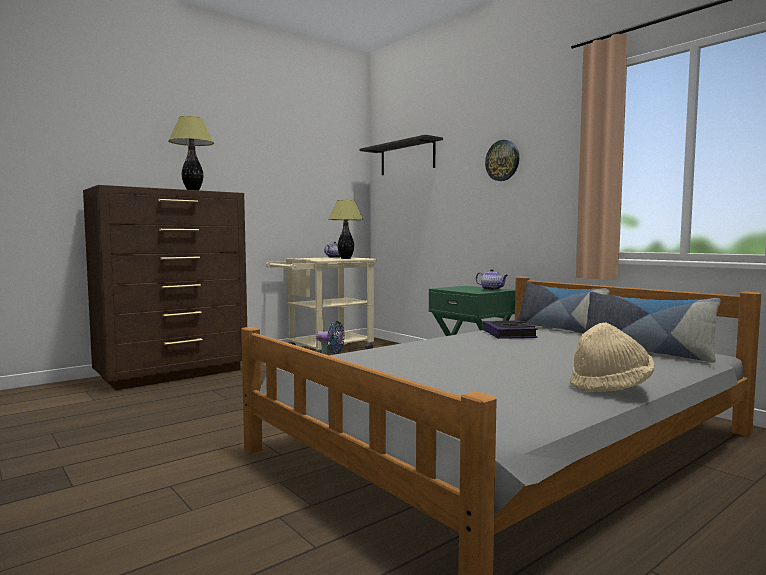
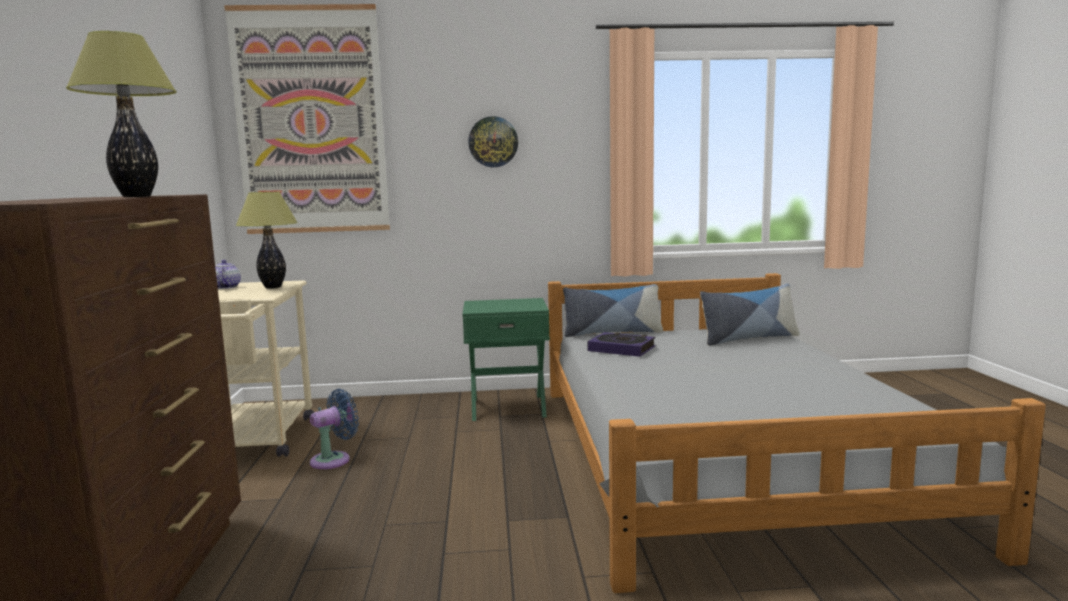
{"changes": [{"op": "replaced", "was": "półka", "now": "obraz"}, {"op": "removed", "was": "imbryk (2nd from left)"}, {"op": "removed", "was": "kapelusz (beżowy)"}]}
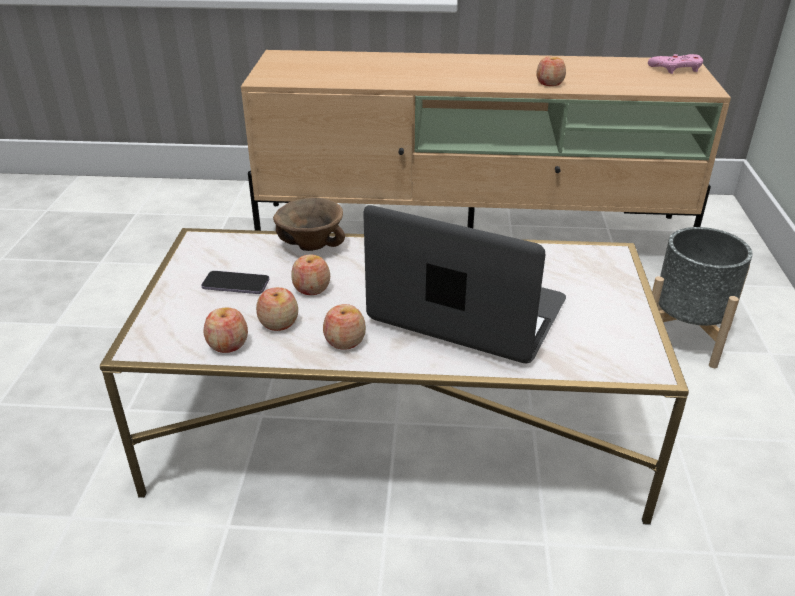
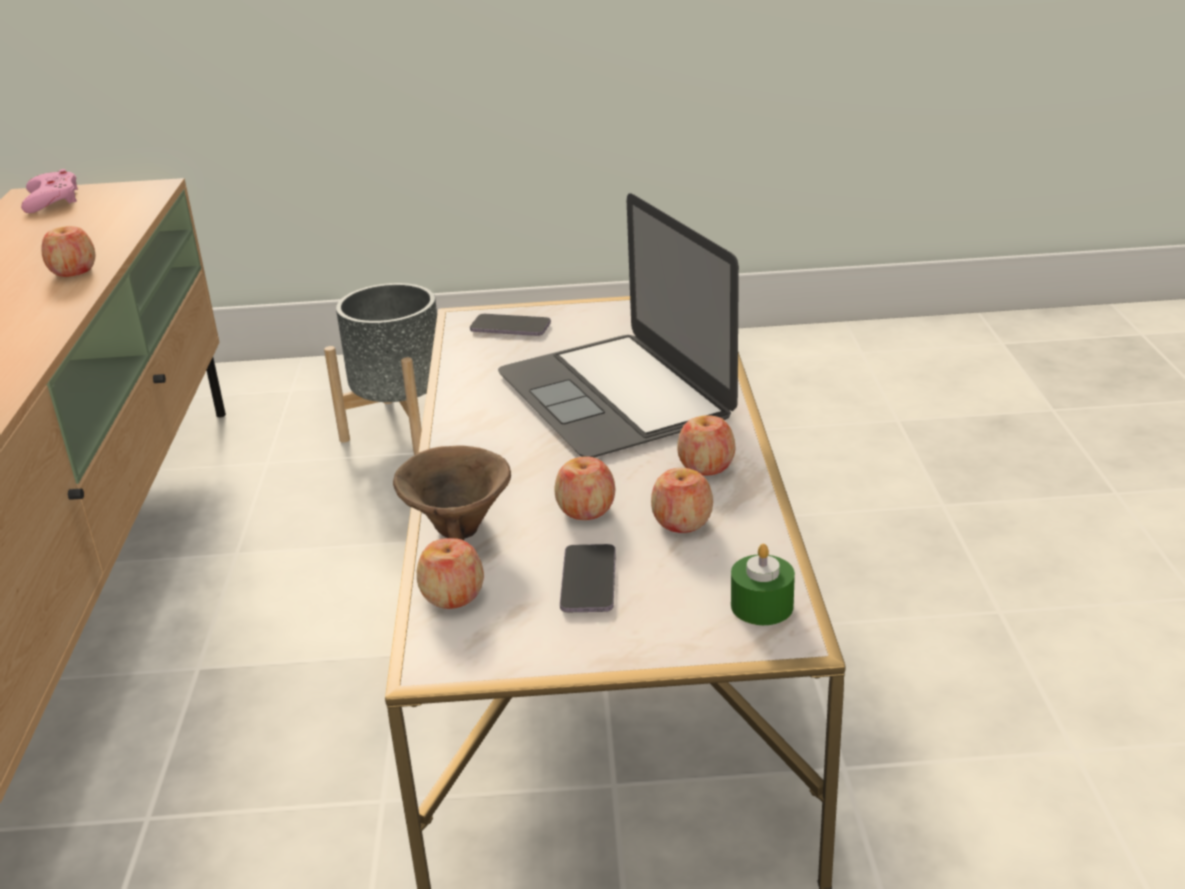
{"changes": [{"op": "moved", "was": "jabłko (1st from left in the first image)", "now": "jabłko (2nd from left)"}, {"op": "added", "now": "telefon (1st from left)"}, {"op": "turned", "was": "laptop", "clockwise": -45}, {"op": "added", "now": "świeca (zielony)"}]}
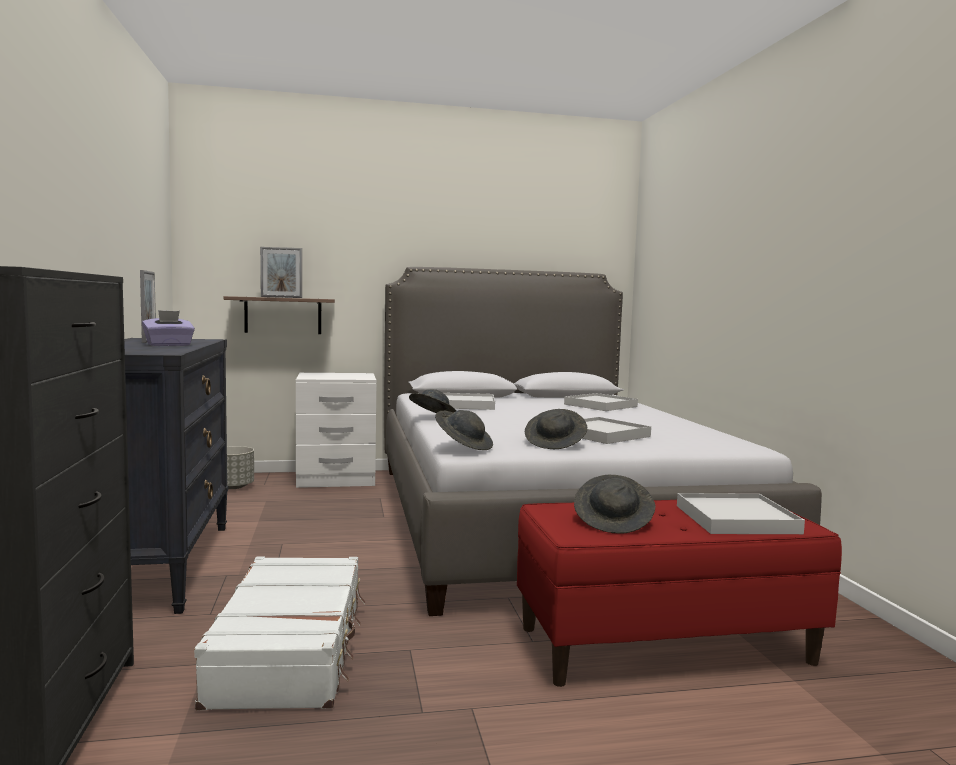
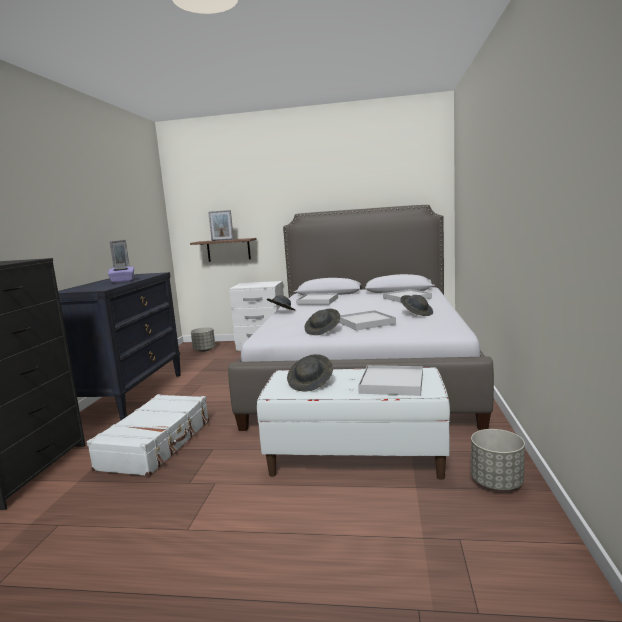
{"changes": [{"op": "recoloured", "was": "ławka (czerwony)", "now": "ławka (biały)"}, {"op": "moved", "was": "kapelusz (szary) (2nd from left in the first image)", "now": "kapelusz (szary) (4th from left)"}, {"op": "added", "now": "donica (szary) (2nd from left)"}]}
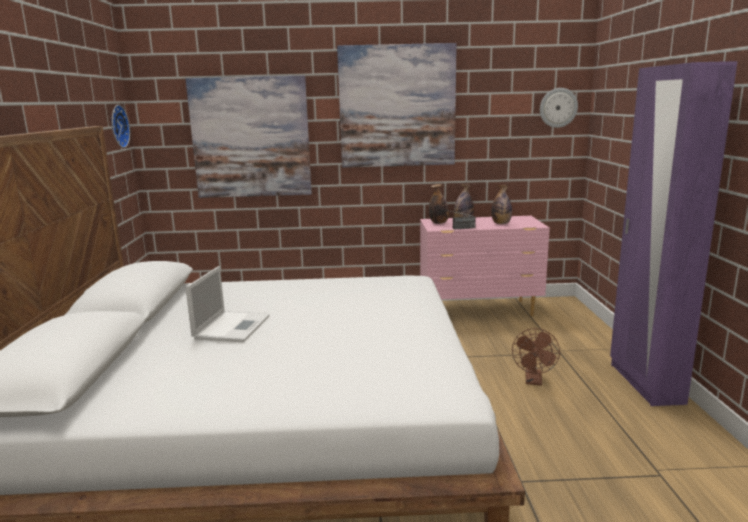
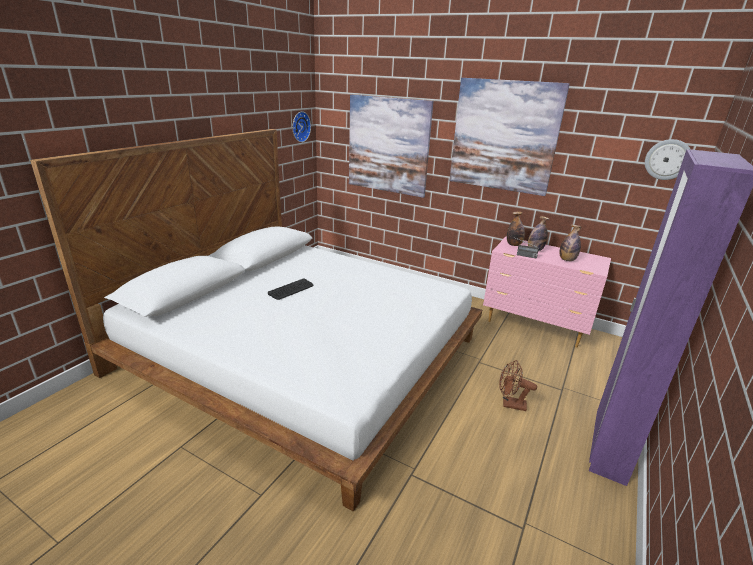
{"changes": [{"op": "replaced", "was": "laptop", "now": "klawiatura"}, {"op": "turned", "was": "wentylator (brązowy)", "clockwise": 60}]}
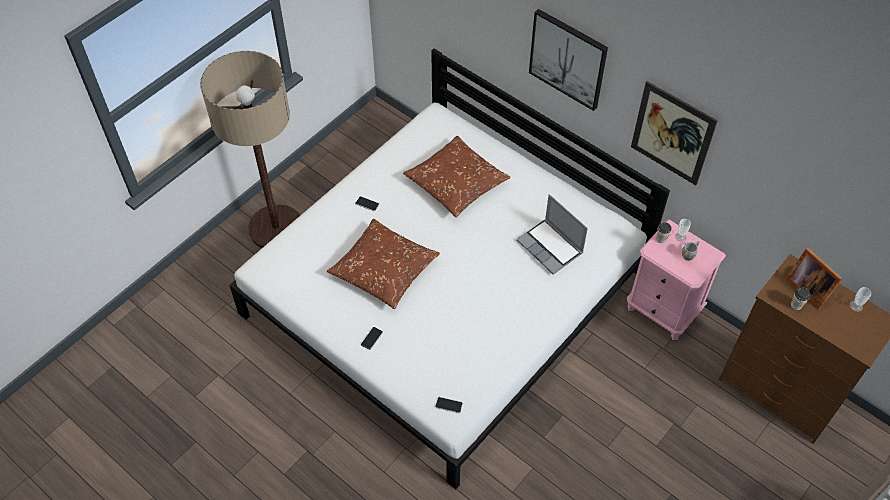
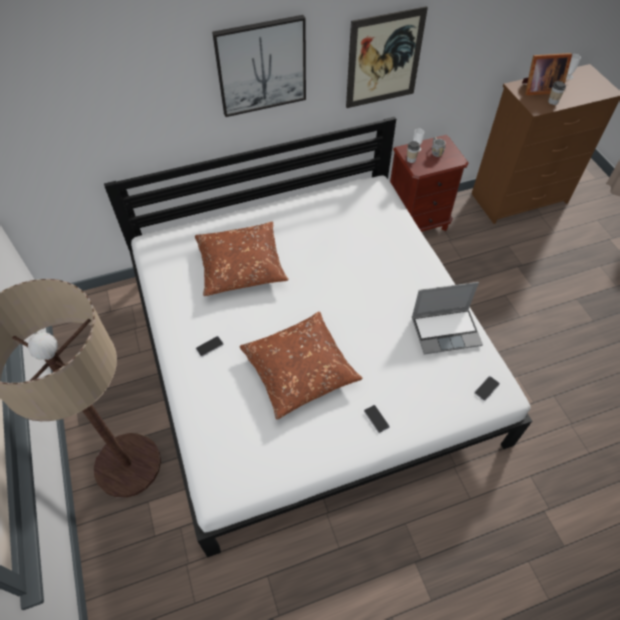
{"changes": [{"op": "recoloured", "was": "szafka nocna (różowy)", "now": "szafka nocna (brązowy)"}, {"op": "moved", "was": "laptop"}]}
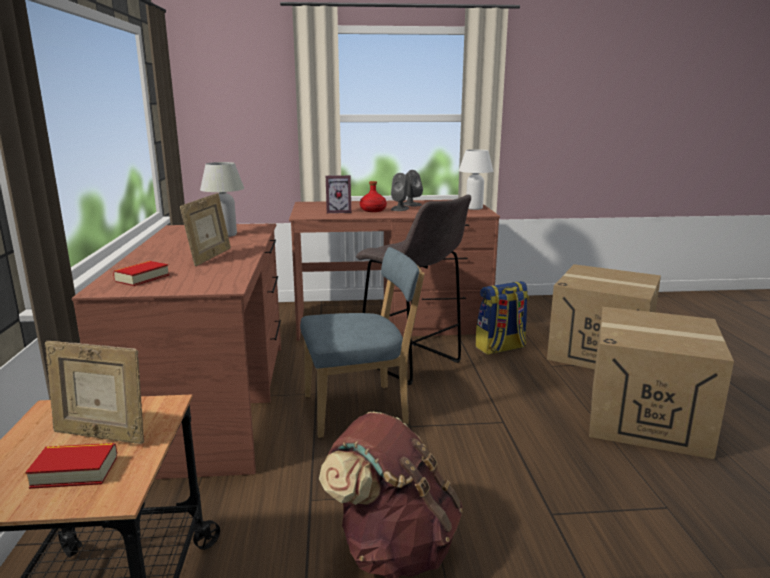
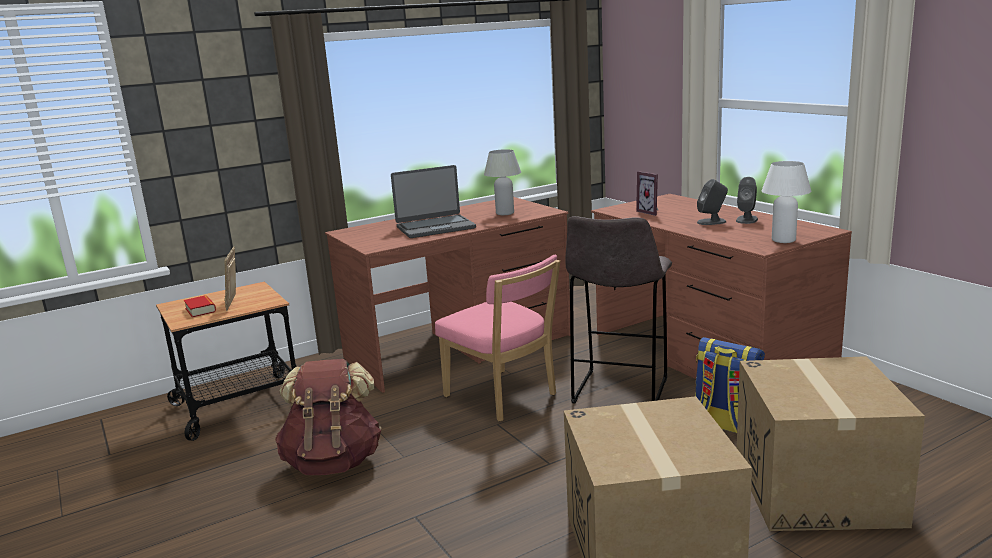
{"changes": [{"op": "replaced", "was": "ramka na zdjęcie (2nd from left)", "now": "laptop"}, {"op": "recoloured", "was": "krzesło (niebieski)", "now": "krzesło (różowy)"}, {"op": "removed", "was": "książka (2nd from left)"}, {"op": "removed", "was": "butelka (czerwony)"}]}
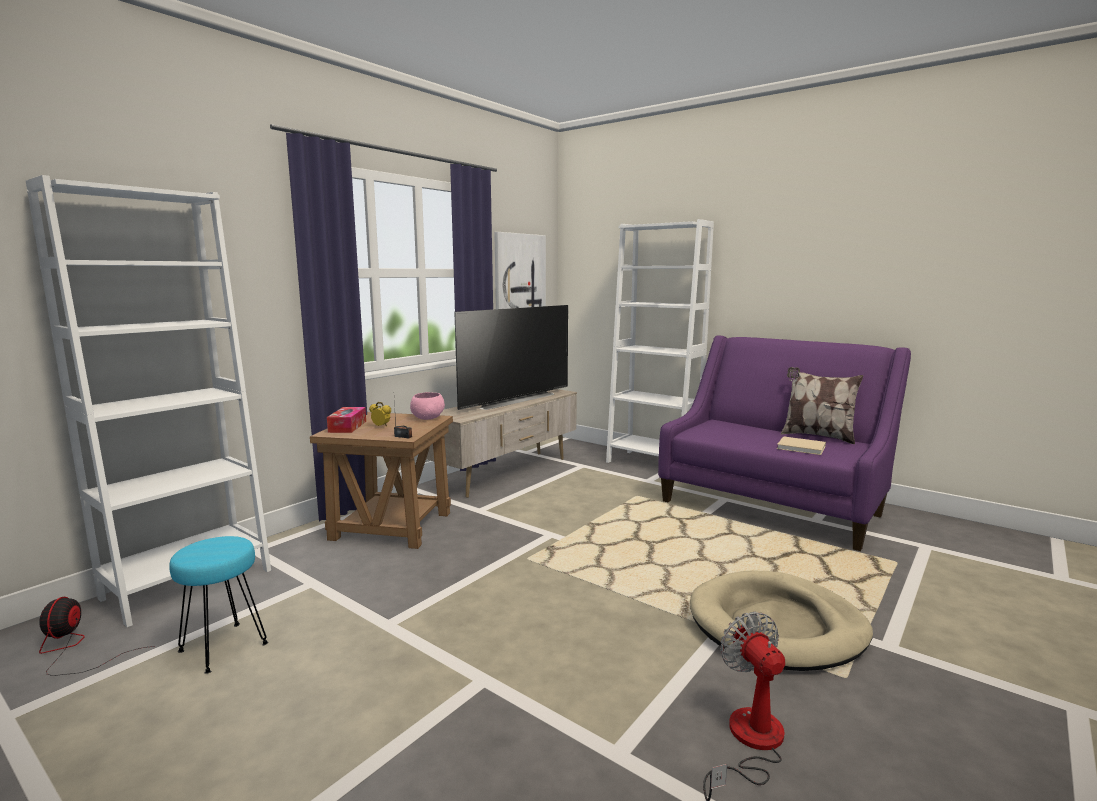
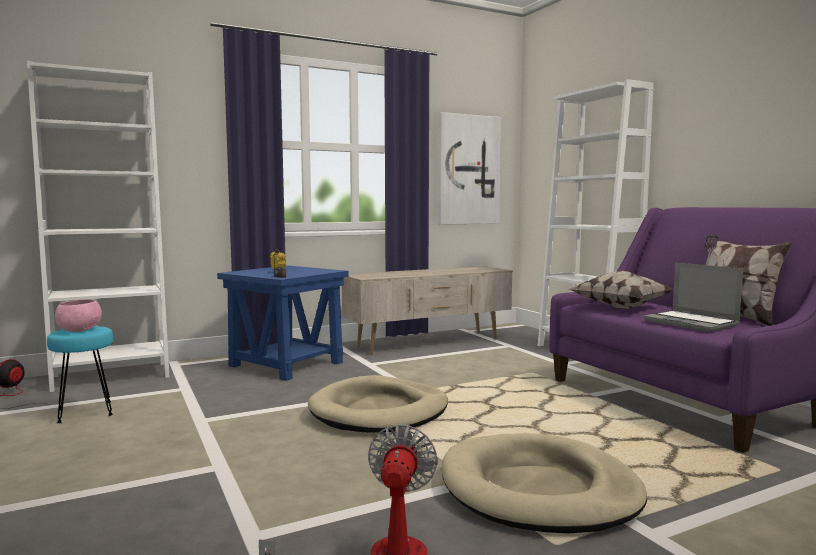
{"changes": [{"op": "moved", "was": "miska (różowy)"}, {"op": "recoloured", "was": "stolik (brązowy)", "now": "stolik (niebieski)"}, {"op": "added", "now": "legowisko (beżowy) (1st from left)"}, {"op": "added", "now": "poduszka (1st from left)"}, {"op": "replaced", "was": "książka (beżowy)", "now": "laptop"}, {"op": "removed", "was": "pudełko chusteczek"}, {"op": "removed", "was": "telewizor"}]}
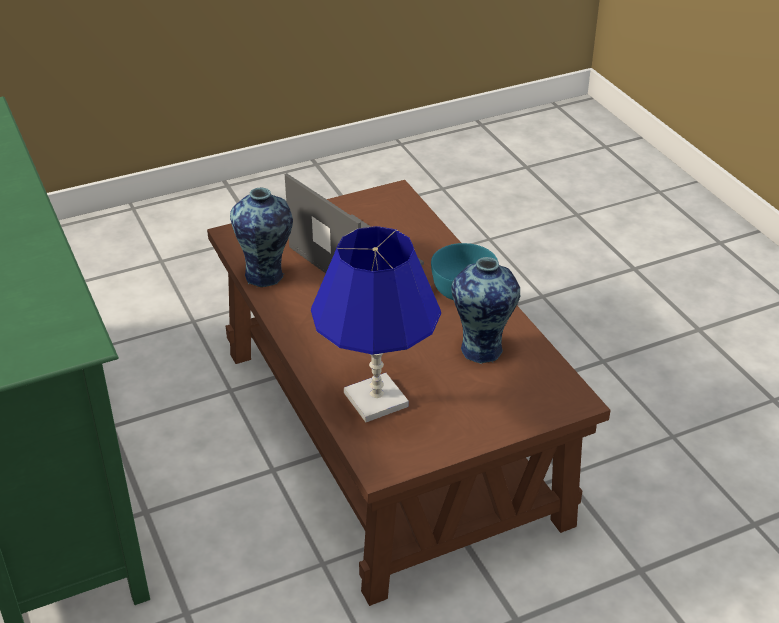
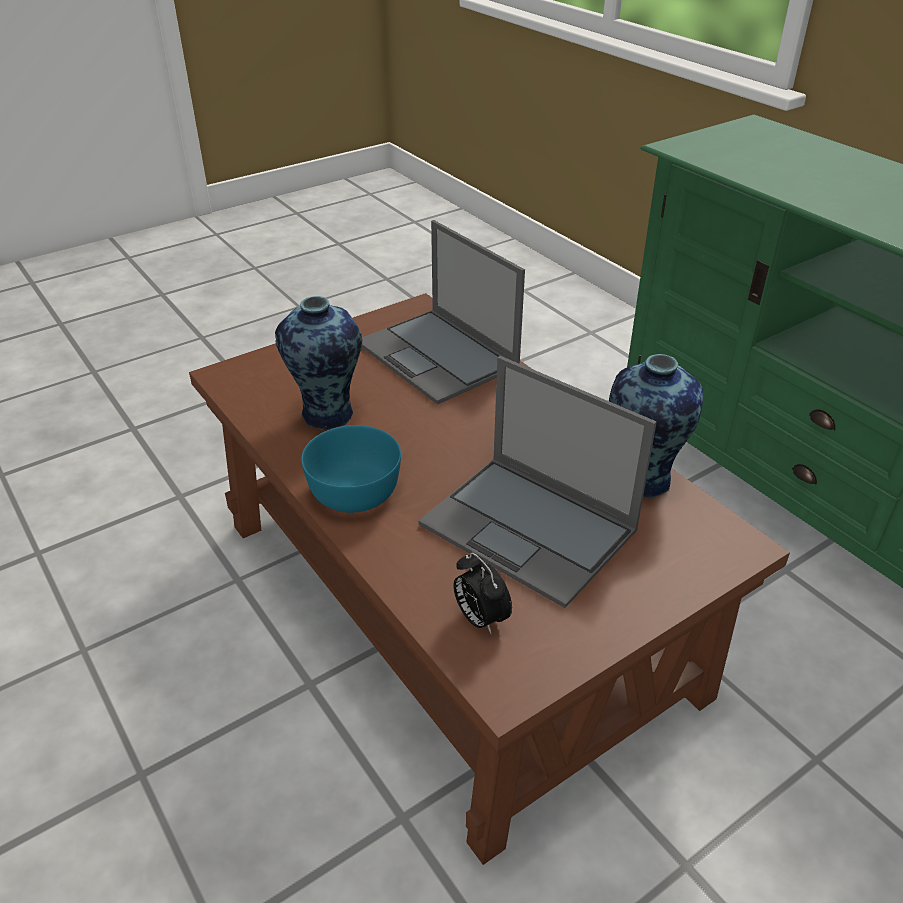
{"changes": [{"op": "replaced", "was": "lampa stołowa (niebieski)", "now": "laptop (1st from left)"}, {"op": "added", "now": "budzik"}]}
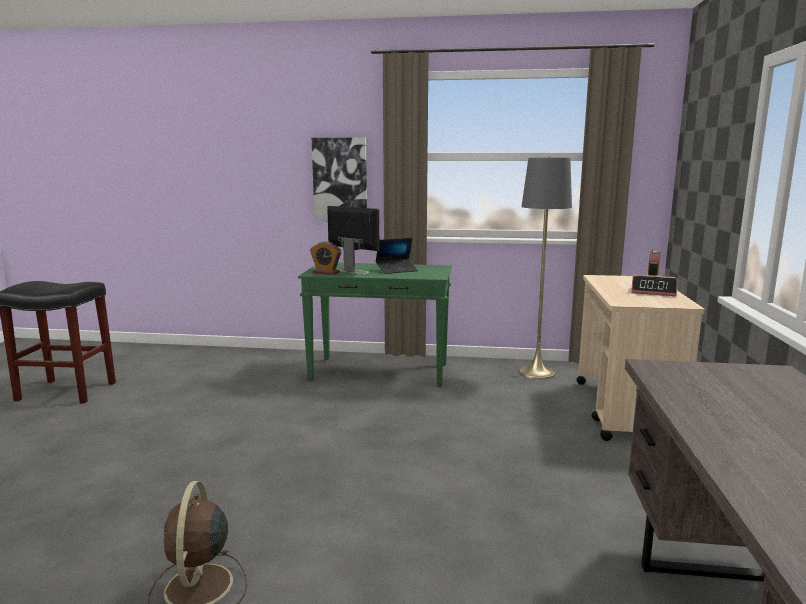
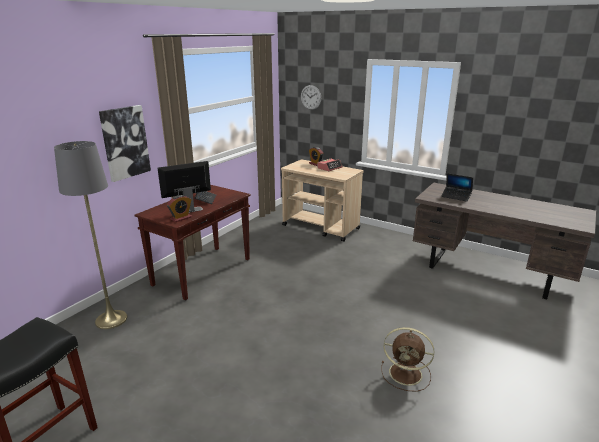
{"changes": [{"op": "moved", "was": "lampa stojąca (szary)"}, {"op": "recoloured", "was": "stolik konsolowy (zielony)", "now": "stolik konsolowy (brązowy)"}, {"op": "added", "now": "zegar ścienny"}, {"op": "added", "now": "laptop (2nd from left)"}]}
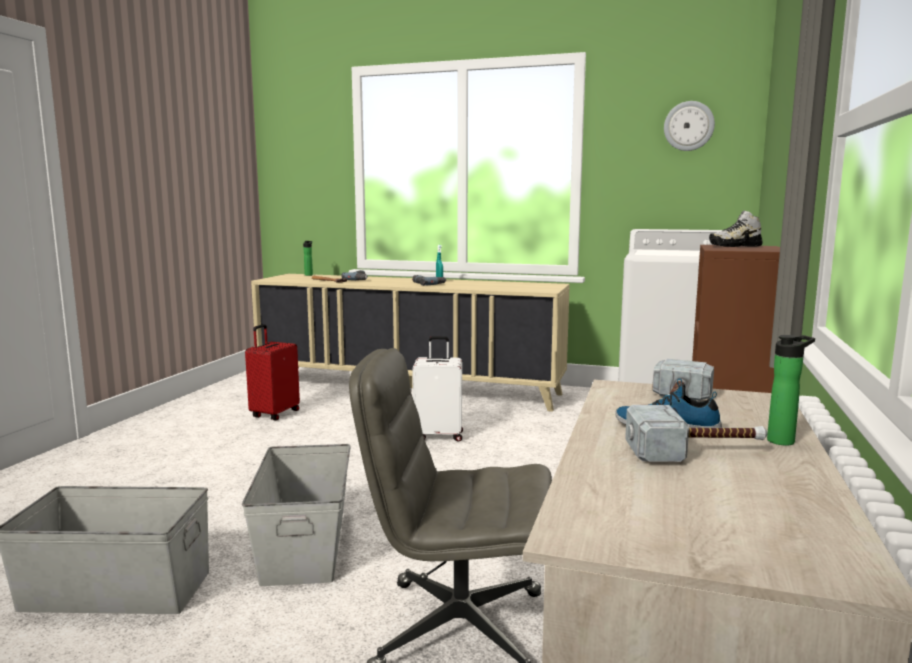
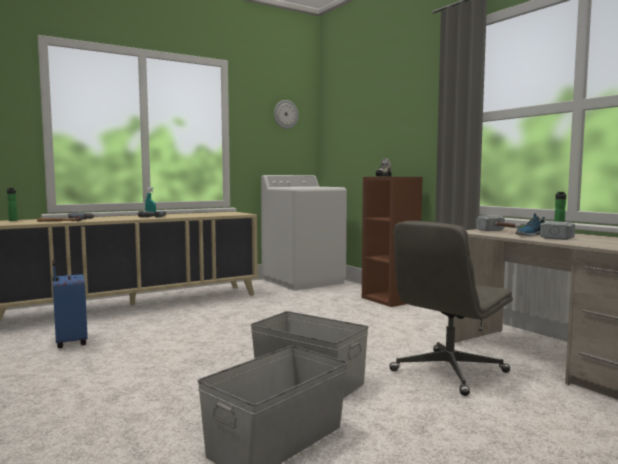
{"changes": [{"op": "recoloured", "was": "walizka (czerwony)", "now": "walizka (niebieski)"}, {"op": "removed", "was": "walizka (biały)"}]}
